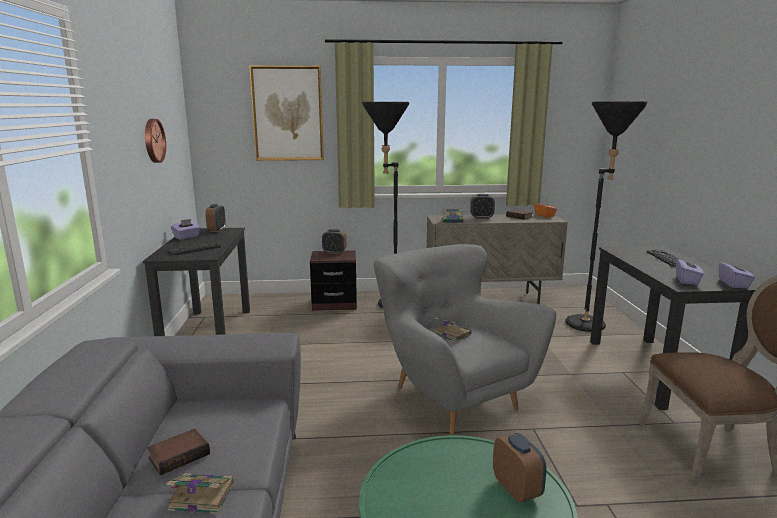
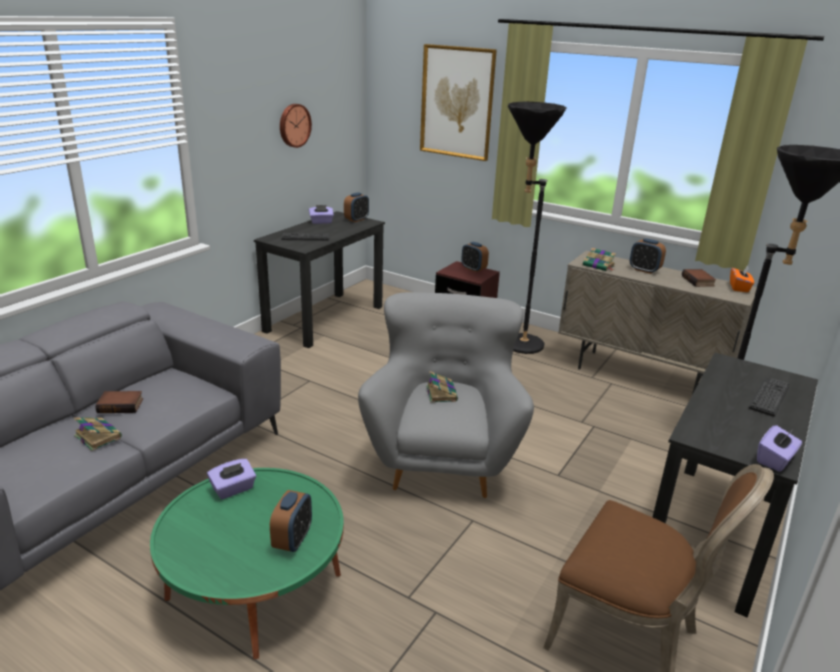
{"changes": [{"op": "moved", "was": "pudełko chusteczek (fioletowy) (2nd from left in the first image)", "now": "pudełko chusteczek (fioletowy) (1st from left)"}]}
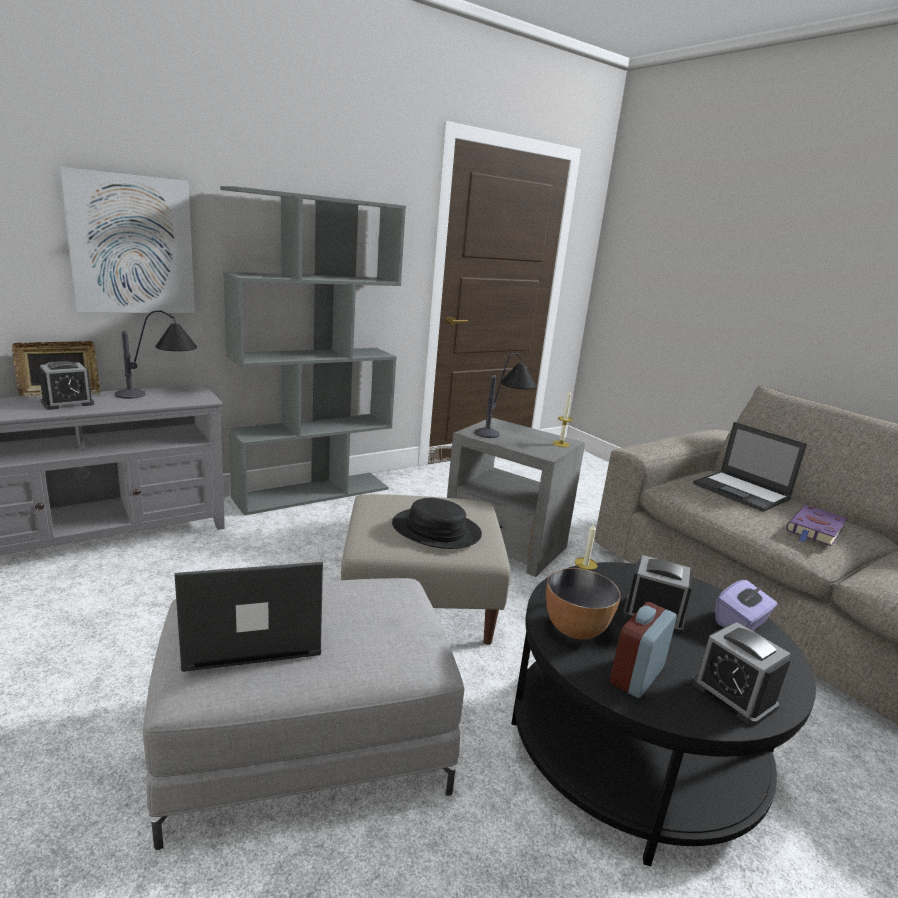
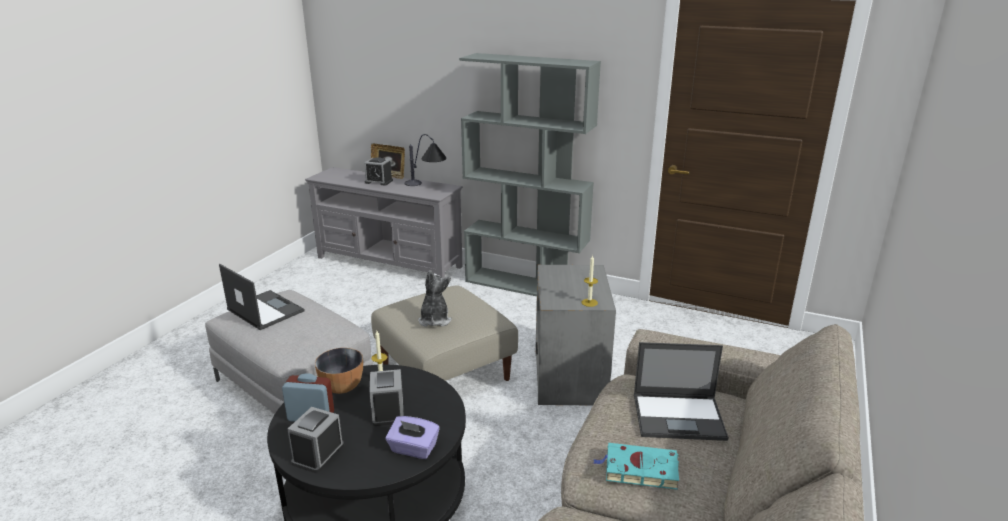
{"changes": [{"op": "replaced", "was": "kapelusz (czarny)", "now": "pluszak"}, {"op": "recoloured", "was": "książka (fioletowy)", "now": "książka (turkusowy)"}, {"op": "turned", "was": "laptop (2nd from left)", "clockwise": -105}, {"op": "removed", "was": "obraz"}, {"op": "removed", "was": "lampa stołowa (2nd from left)"}]}
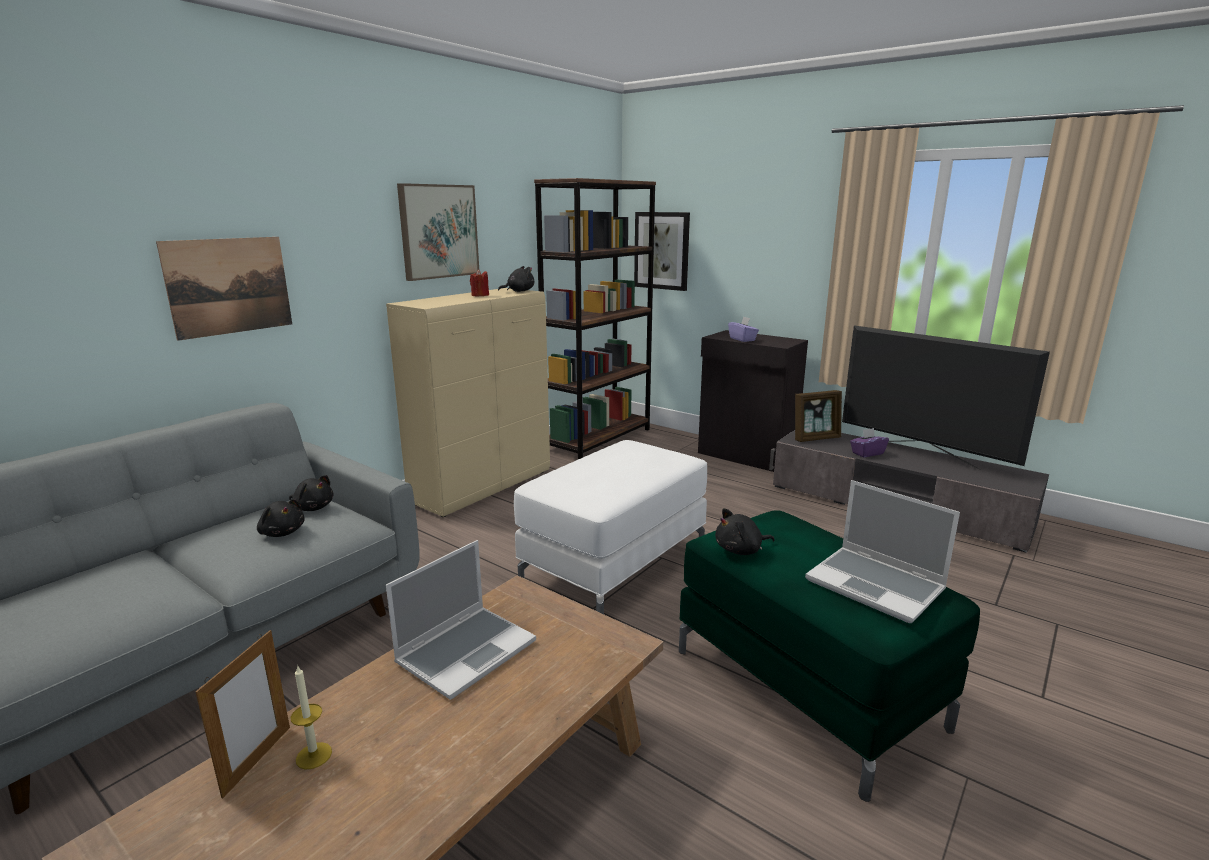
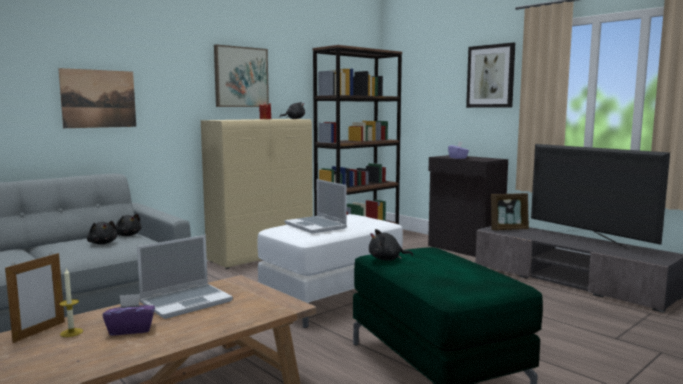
{"changes": [{"op": "moved", "was": "pudełko chusteczek (fioletowy) (2nd from left in the first image)", "now": "pudełko chusteczek (fioletowy) (1st from left)"}, {"op": "moved", "was": "laptop (2nd from left)"}, {"op": "moved", "was": "obraz (3rd from left)"}]}
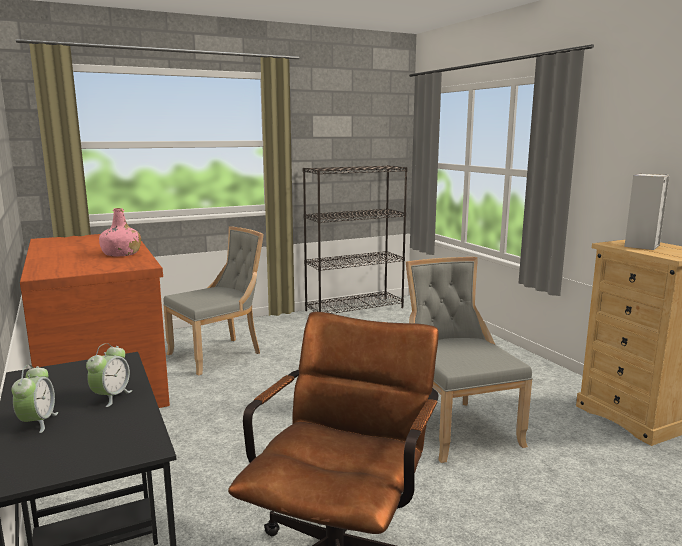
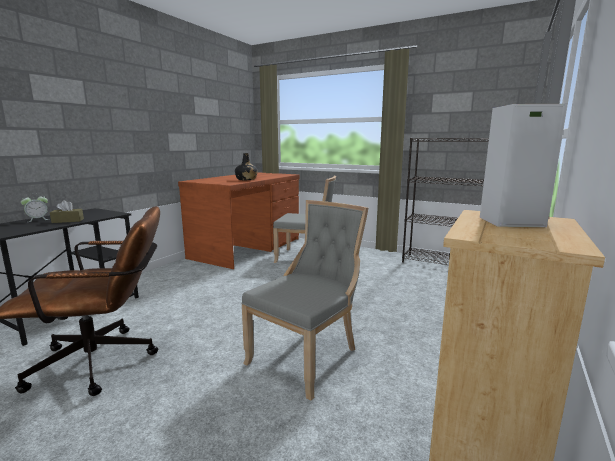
{"changes": [{"op": "replaced", "was": "budzik (2nd from left)", "now": "pudełko chusteczek (brązowy)"}, {"op": "recoloured", "was": "butelka (różowy)", "now": "butelka (czarny)"}]}
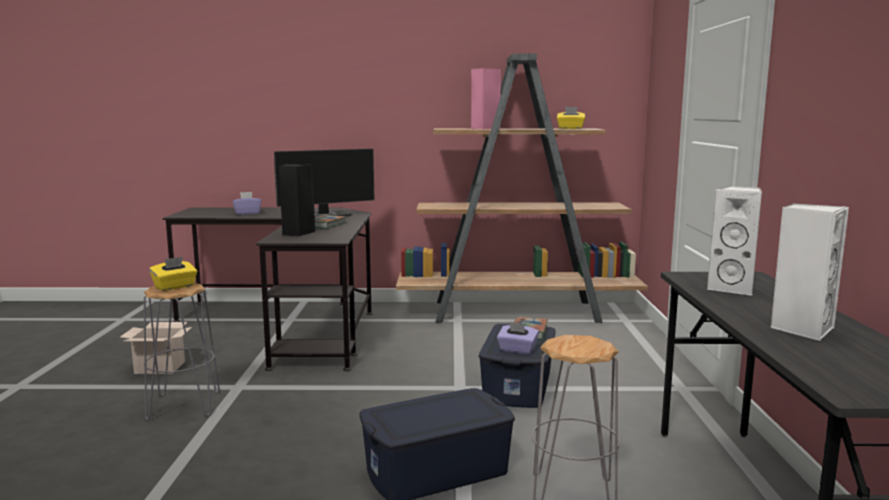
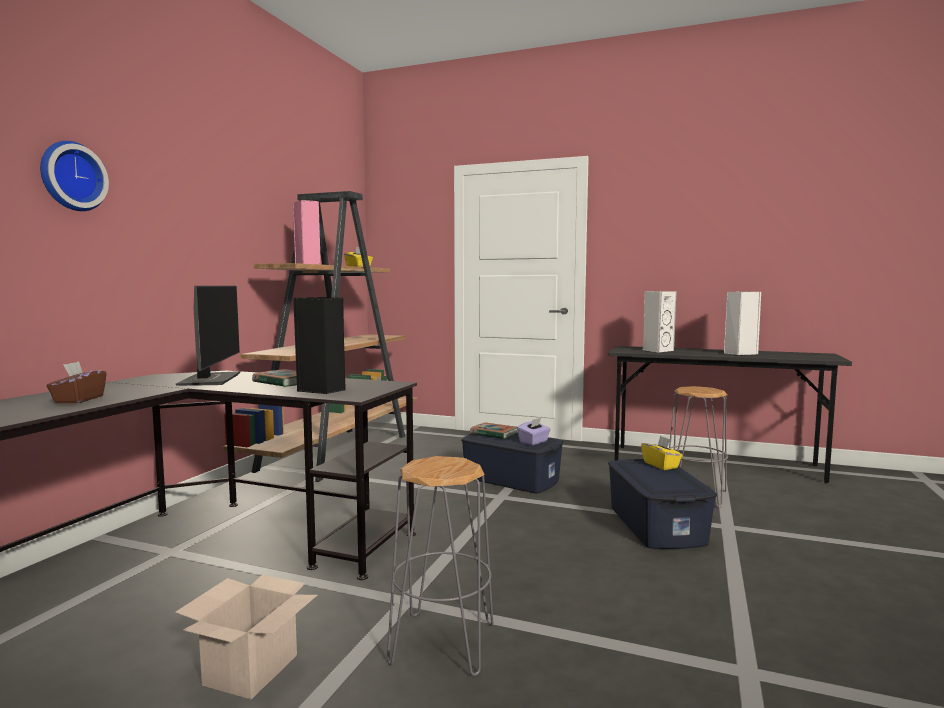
{"changes": [{"op": "added", "now": "zegar ścienny"}, {"op": "recoloured", "was": "pudełko chusteczek (fioletowy) (1st from left)", "now": "pudełko chusteczek (brązowy)"}, {"op": "moved", "was": "pudełko chusteczek (żółty) (1st from left in the first image)", "now": "pudełko chusteczek (żółty) (2nd from left)"}]}
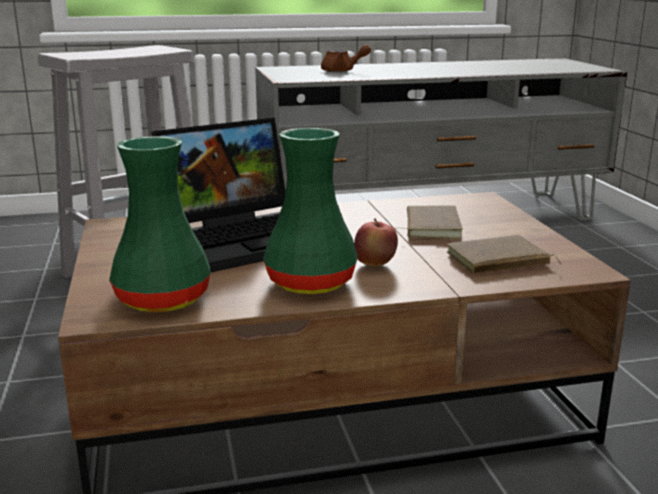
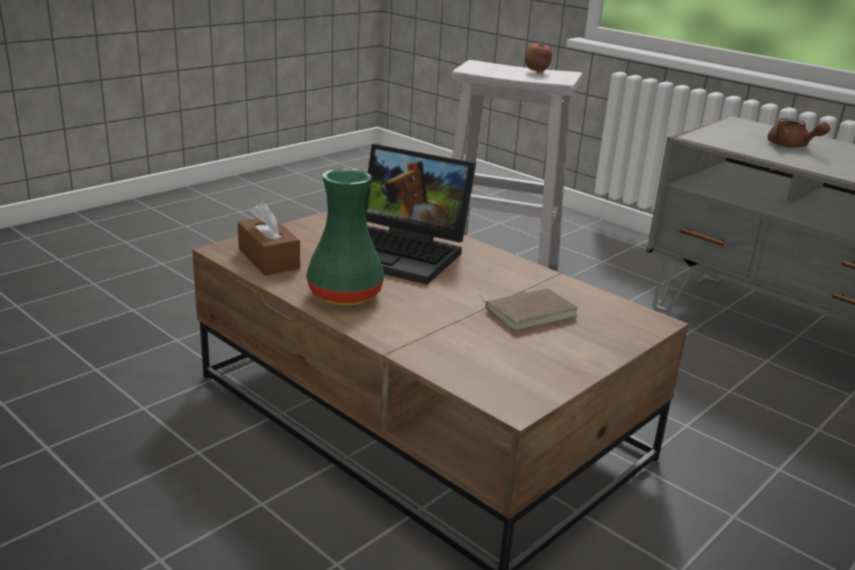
{"changes": [{"op": "replaced", "was": "wazon (zielony) (1st from left)", "now": "pudełko chusteczek (brązowy)"}, {"op": "moved", "was": "jabłko"}, {"op": "removed", "was": "książka (brązowy) (2nd from left)"}]}
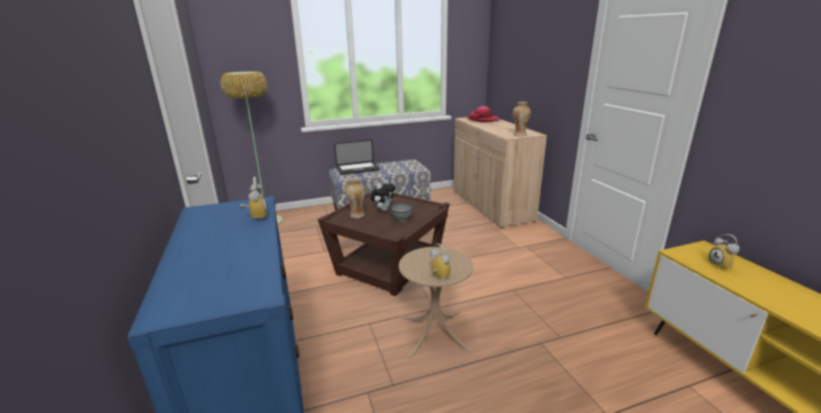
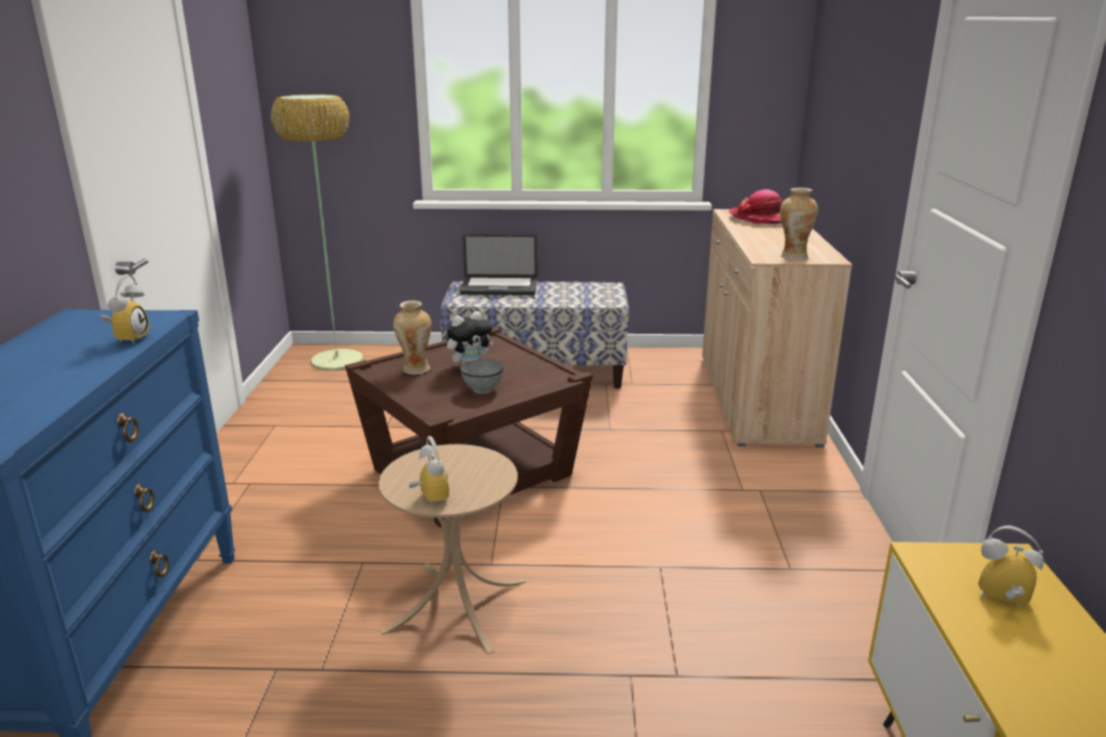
{"changes": [{"op": "turned", "was": "budzik (3rd from left)", "clockwise": 105}]}
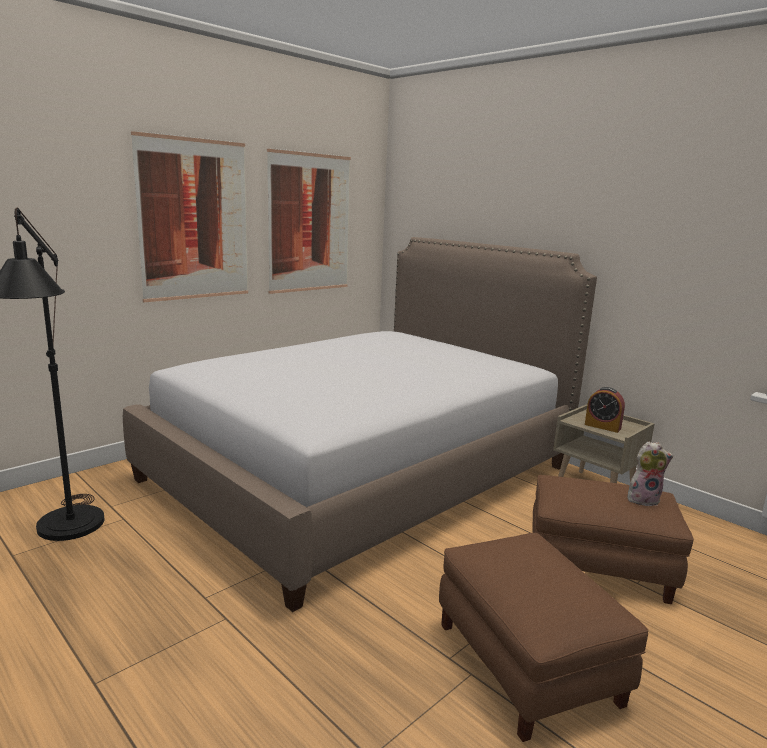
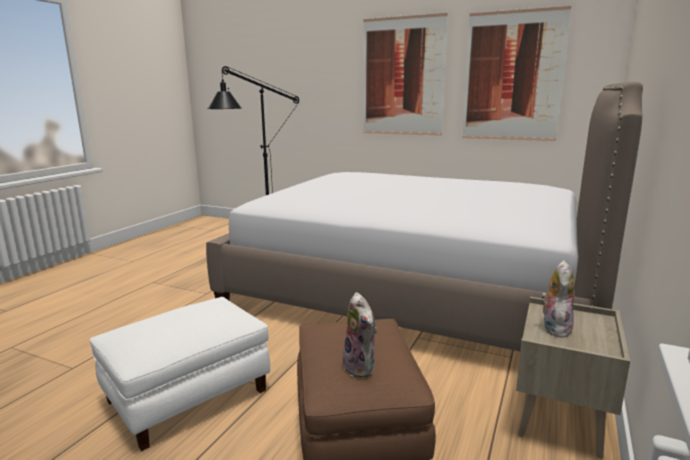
{"changes": [{"op": "recoloured", "was": "pufa (brązowy) (1st from left)", "now": "pufa (biały)"}, {"op": "replaced", "was": "budzik", "now": "pluszak (2nd from left)"}]}
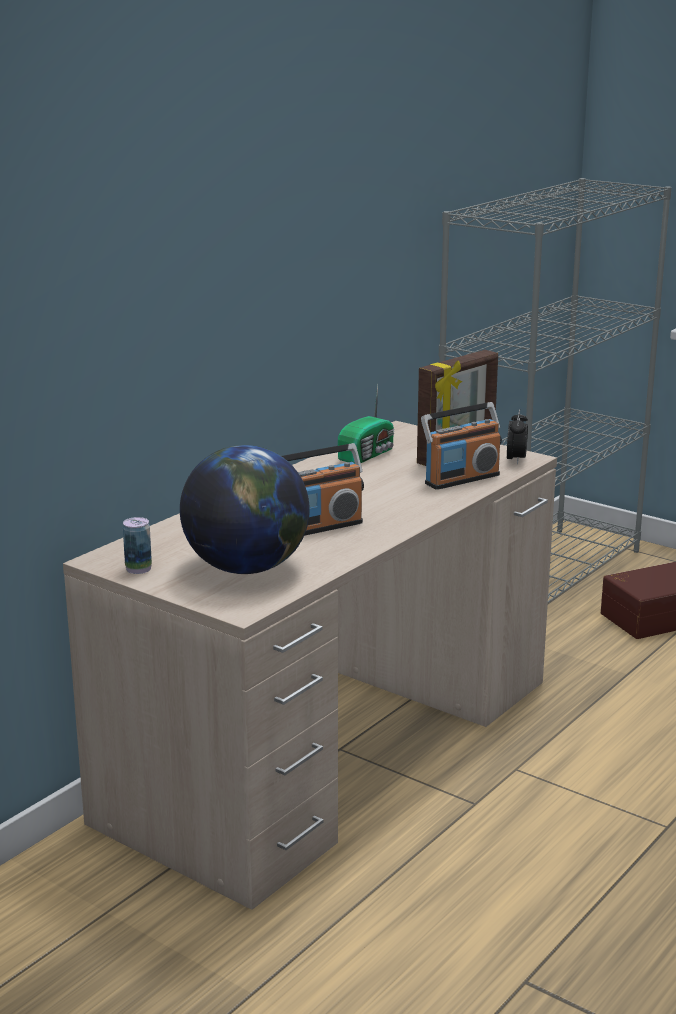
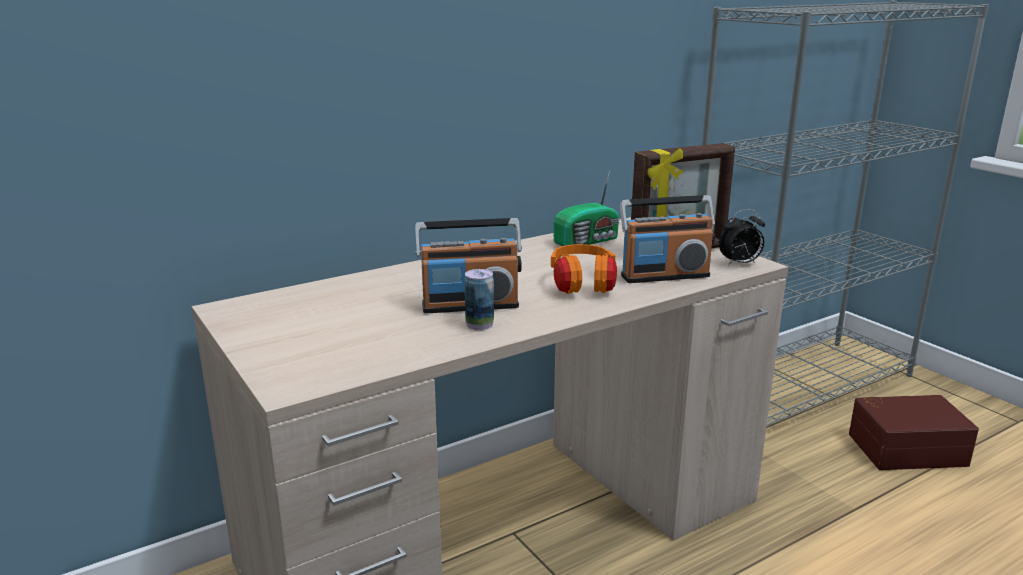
{"changes": [{"op": "moved", "was": "puszka"}, {"op": "added", "now": "słuchawki (pomarańczowy)"}, {"op": "turned", "was": "budzik", "clockwise": 45}, {"op": "removed", "was": "globus"}]}
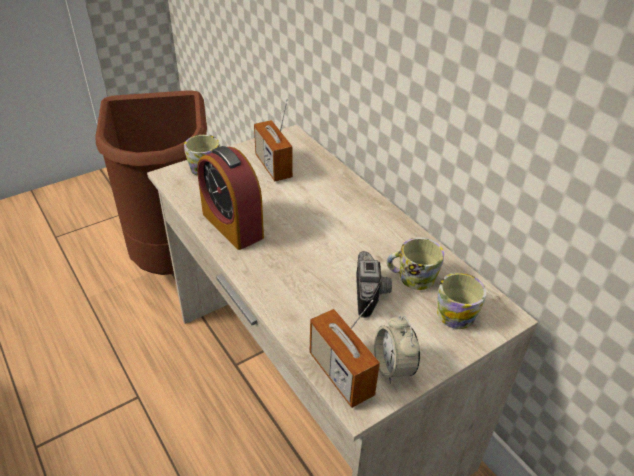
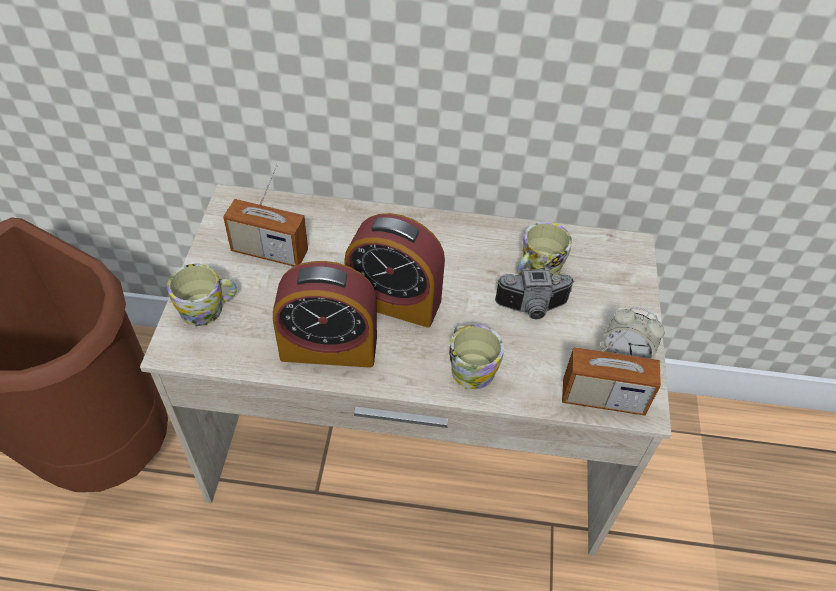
{"changes": [{"op": "added", "now": "budzik (2nd from left)"}, {"op": "moved", "was": "kubek (3rd from left in the first image)", "now": "kubek (2nd from left)"}, {"op": "turned", "was": "aparat fotograficzny", "clockwise": 135}]}
